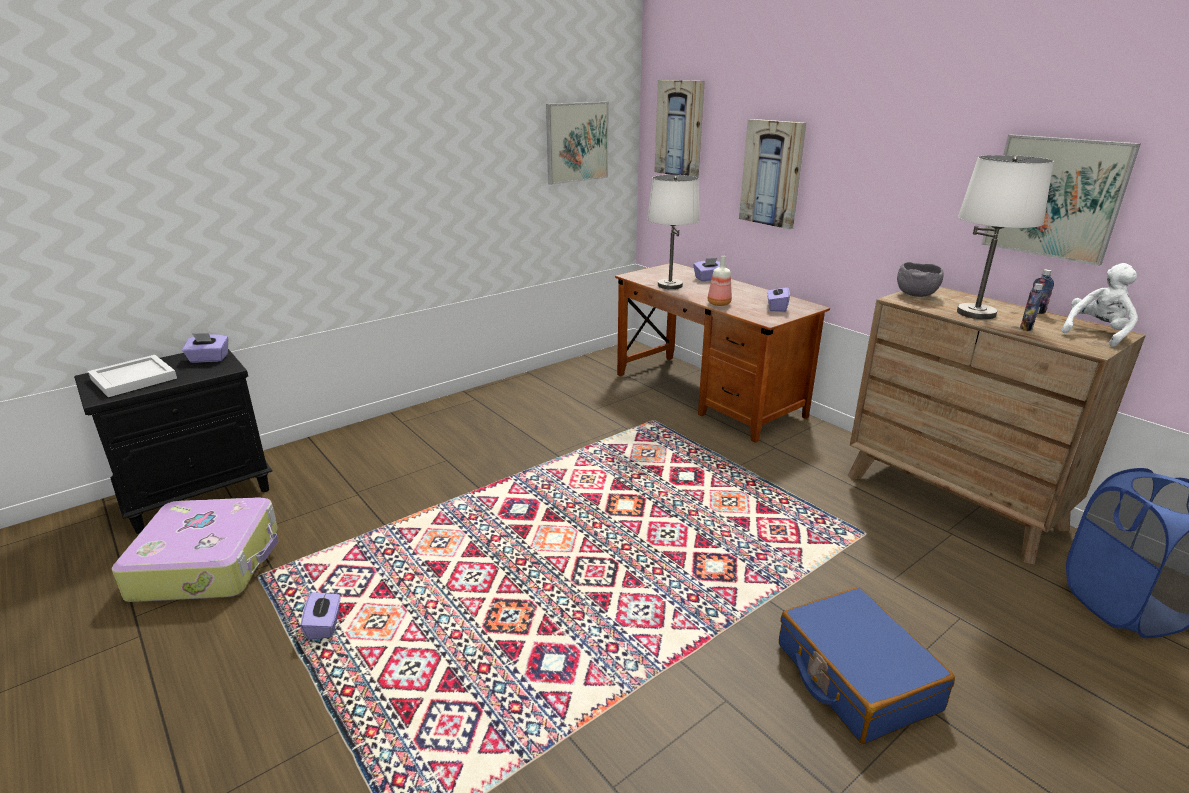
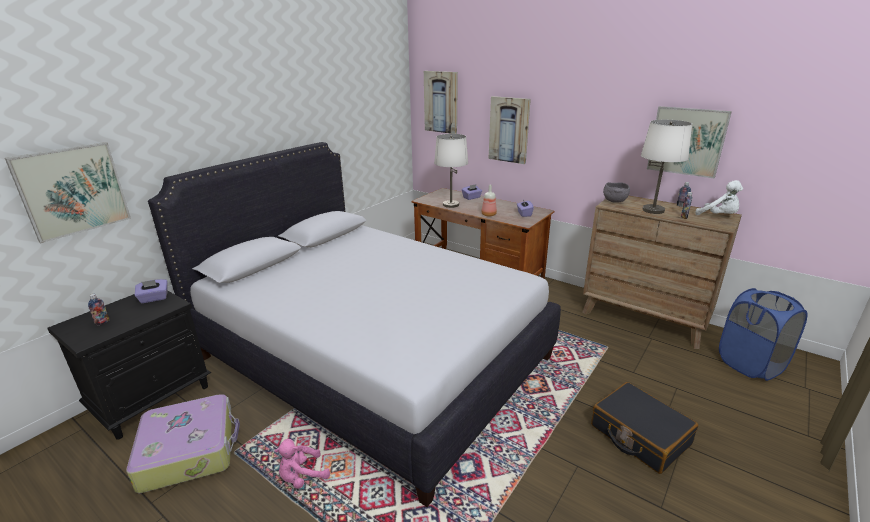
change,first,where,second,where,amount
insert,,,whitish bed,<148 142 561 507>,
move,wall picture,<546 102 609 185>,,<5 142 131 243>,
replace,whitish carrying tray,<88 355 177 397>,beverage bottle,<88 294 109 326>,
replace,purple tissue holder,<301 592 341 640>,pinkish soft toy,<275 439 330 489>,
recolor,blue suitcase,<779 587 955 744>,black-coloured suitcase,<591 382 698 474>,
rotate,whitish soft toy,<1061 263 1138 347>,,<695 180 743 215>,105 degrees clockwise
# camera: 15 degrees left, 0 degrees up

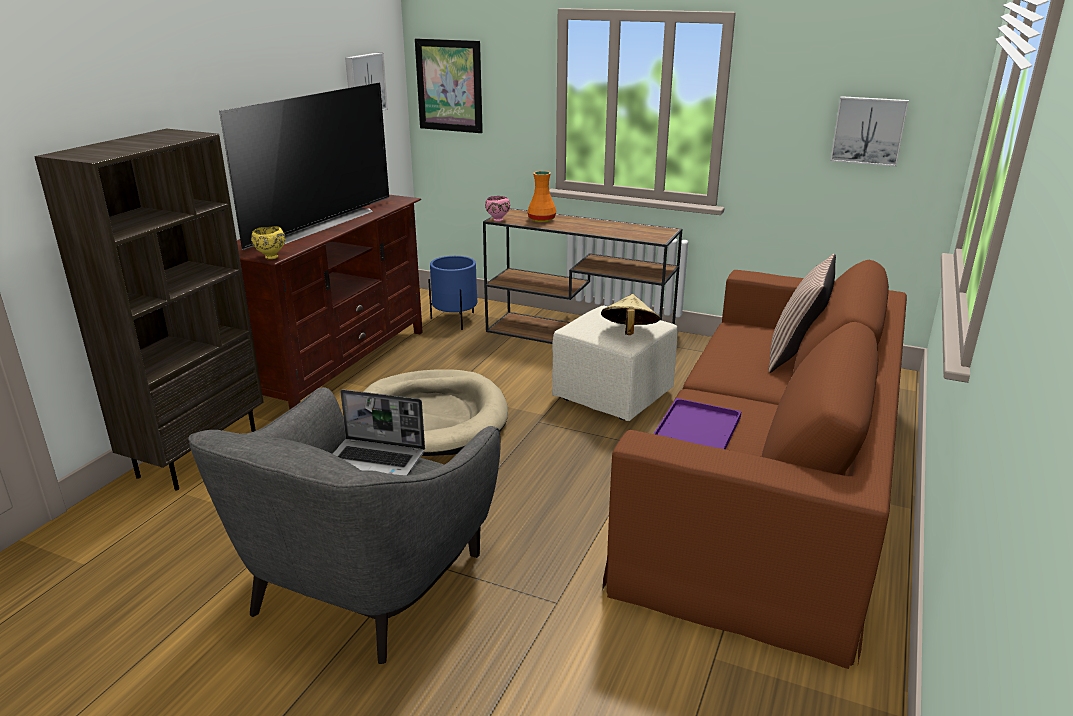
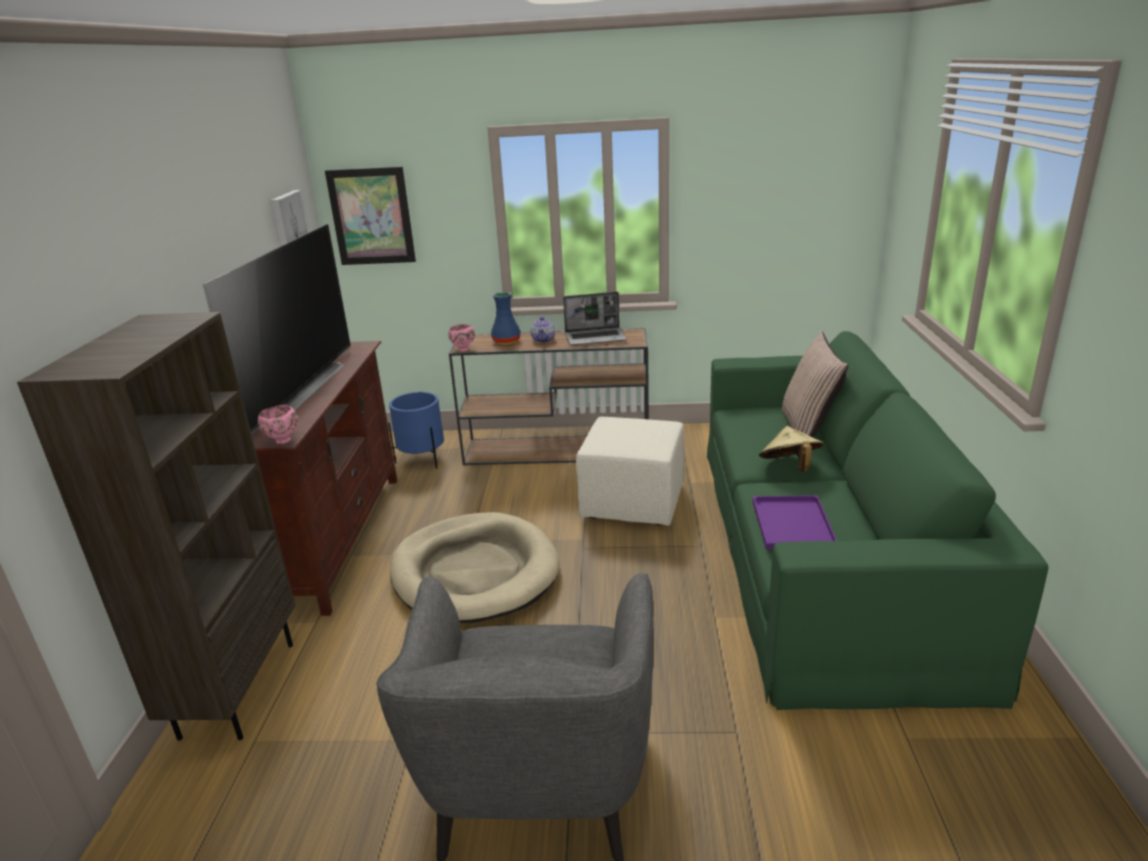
change,first,where,second,where,amount
delete,wall picture,<830 96 909 167>,,,
insert,,,teapot,<530 316 555 343>,
move,laptop,<333 390 425 475>,,<563 292 627 345>,
move,beige-coloured hat,<601 294 661 335>,,<759 426 824 472>,
recolor,yellow-coloured serving bowl,<251 226 286 259>,pinkish serving bowl,<258 404 298 444>,
recolor,orange-coloured vase,<527 171 556 222>,blue vase,<491 292 521 345>,
recolor,brown-coloured settee,<602 260 907 669>,green settee,<707 331 1048 710>,
# camera: 20 degrees left, 0 degrees up

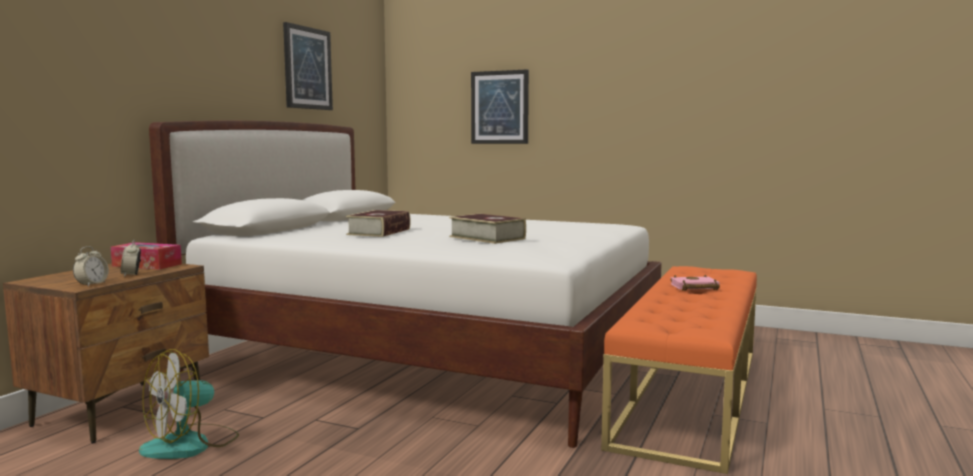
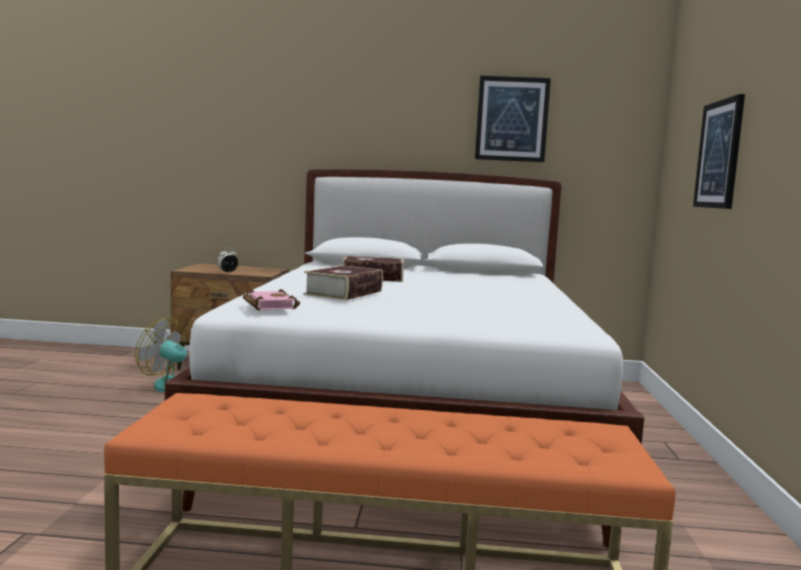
change,first,where,second,where,amount
delete,table clock,<73 246 109 286>,,,
delete,tissue holder,<111 242 182 270>,,,
move,pinkish book,<670 275 720 291>,,<243 289 300 310>,
# camera: 70 degrees right, 0 degrees up

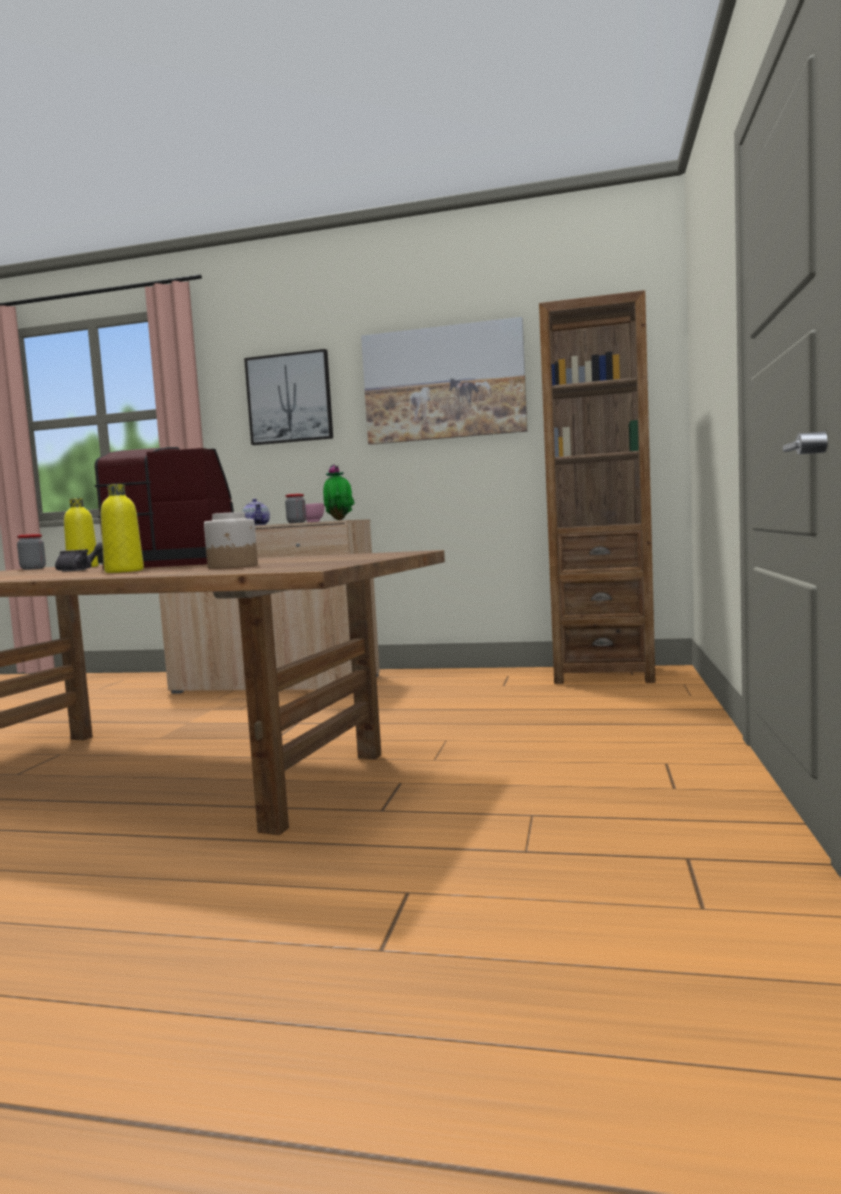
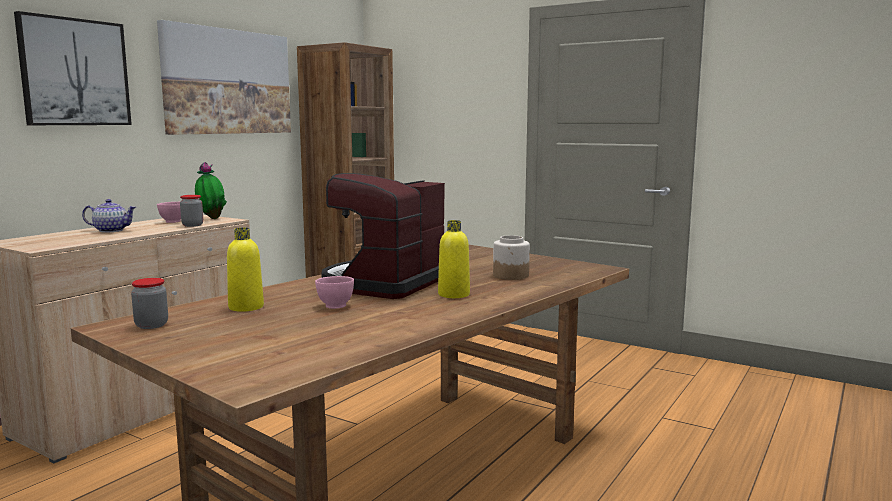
change,first,where,second,where,amount
replace,grey teapot,<55 542 103 572>,pinkish serving bowl,<315 276 354 309>,
# camera: 70 degrees left, 5 degrees up

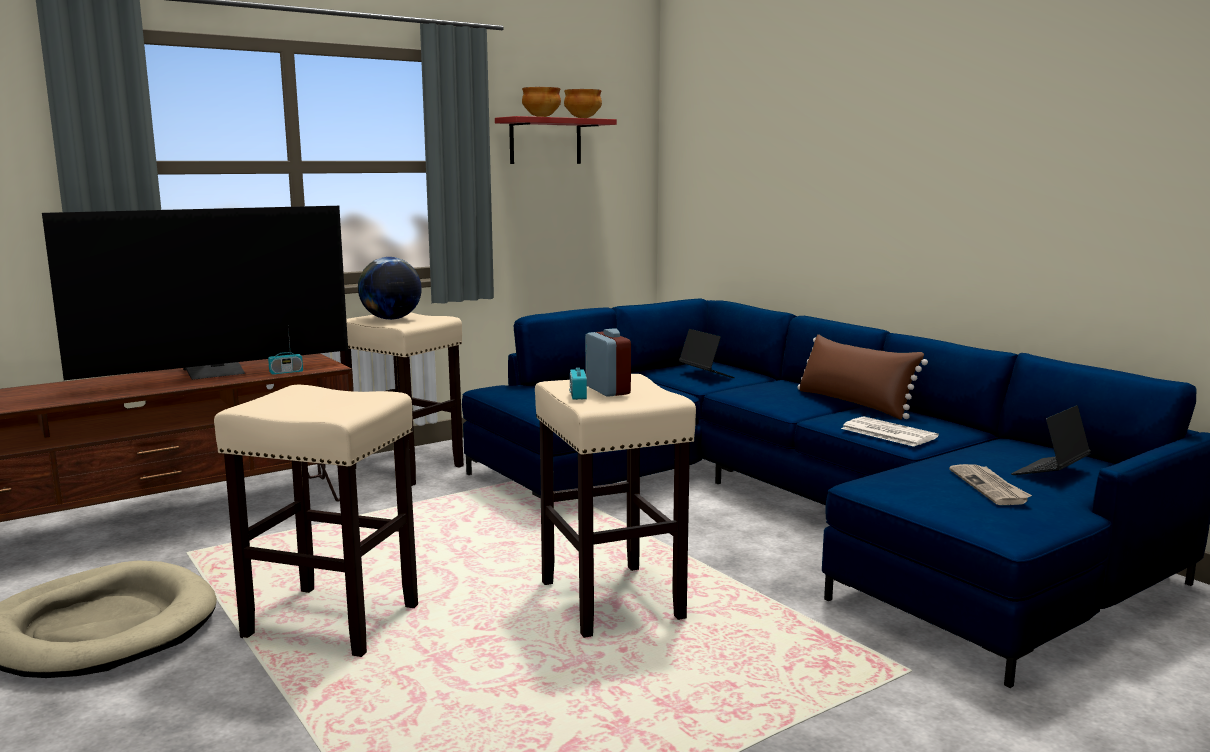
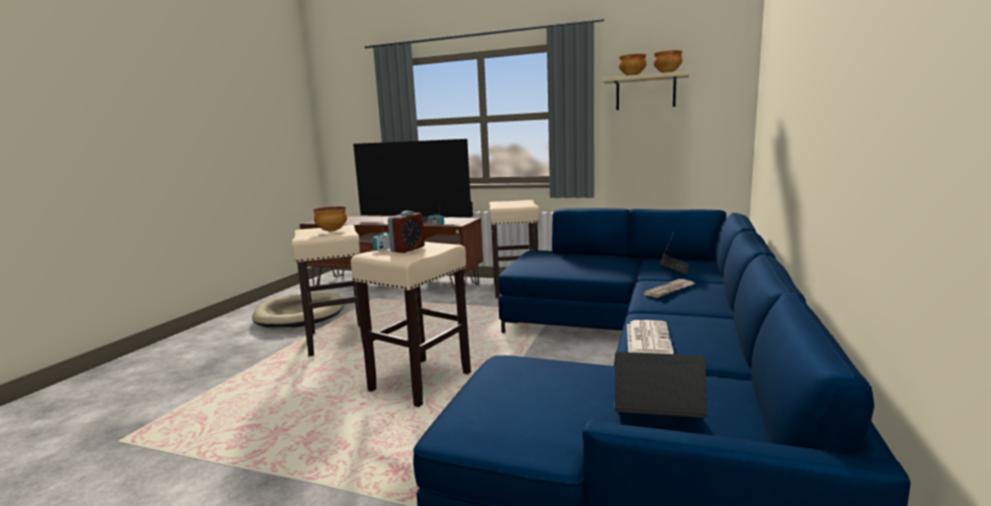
change,first,where,second,where,amount
delete,world globe,<358 257 422 320>,,,
delete,brown-coloured pillow,<797 334 928 420>,,,
insert,,,serving bowl,<313 207 347 231>,
move,daily paper,<949 464 1032 505>,,<643 279 696 298>,
recolor,red-coloured wall shelf,<495 116 617 164>,beige-coloured wall shelf,<602 71 689 110>,
# camera: 55 degrees right, 0 degrees up

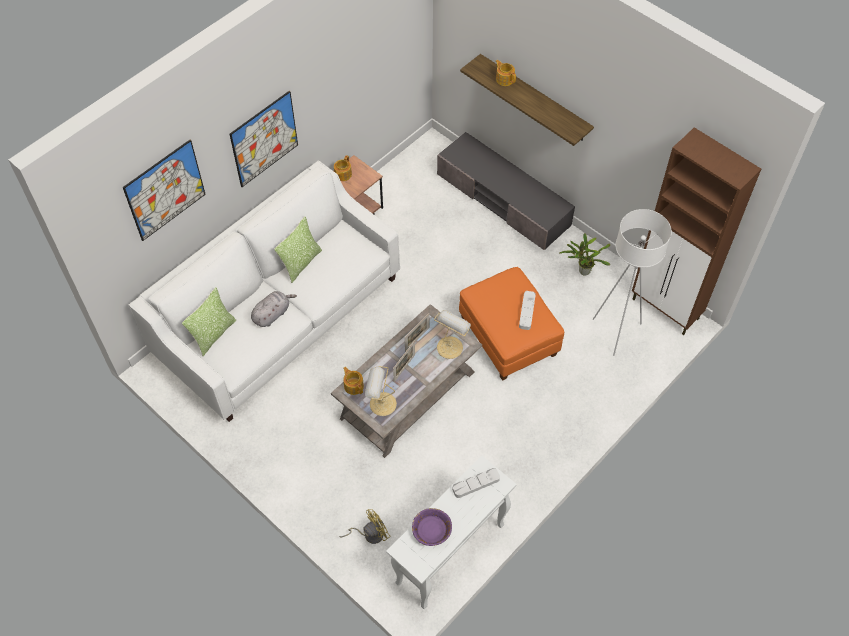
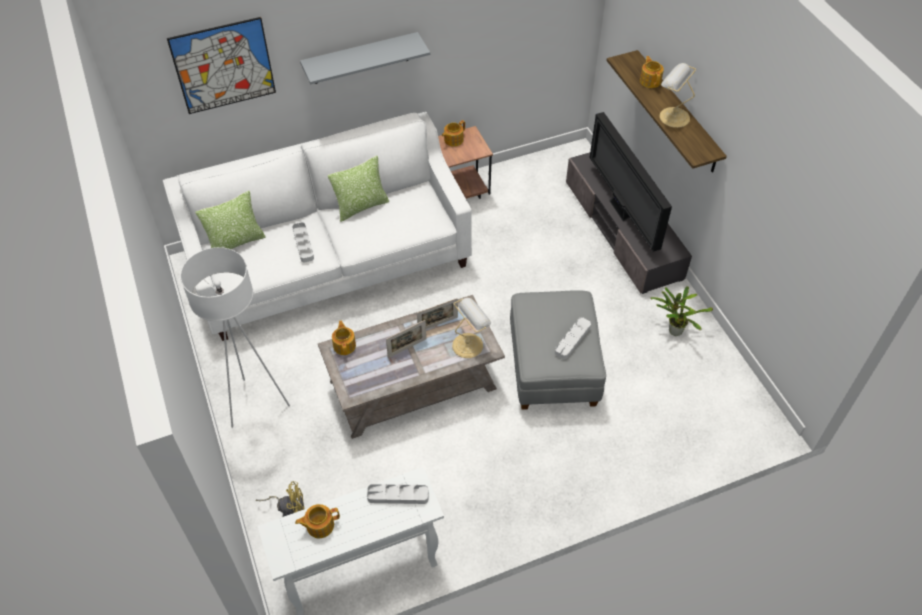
change,first,where,second,where,amount
delete,brown-coloured cabinet,<632 127 761 335>,,,
insert,,,TV set,<589 112 672 252>,
move,table lamp,<365 366 397 416>,,<660 63 696 128>,
move,whitish floor lamp,<593 209 672 356>,,<180 247 290 428>,
replace,wall picture,<229 91 298 187>,grey wall shelf,<300 32 430 84>,
replace,grey soft toy,<251 291 297 327>,grey carrying tray,<292 222 314 262>,
replace,purple serving bowl,<412 508 452 546>,teapot,<295 504 340 538>,
recolor,orange-coloured footrest,<459 267 564 381>,grey footrest,<510 290 606 410>,
# camera: 25 degrees right, 5 degrees down

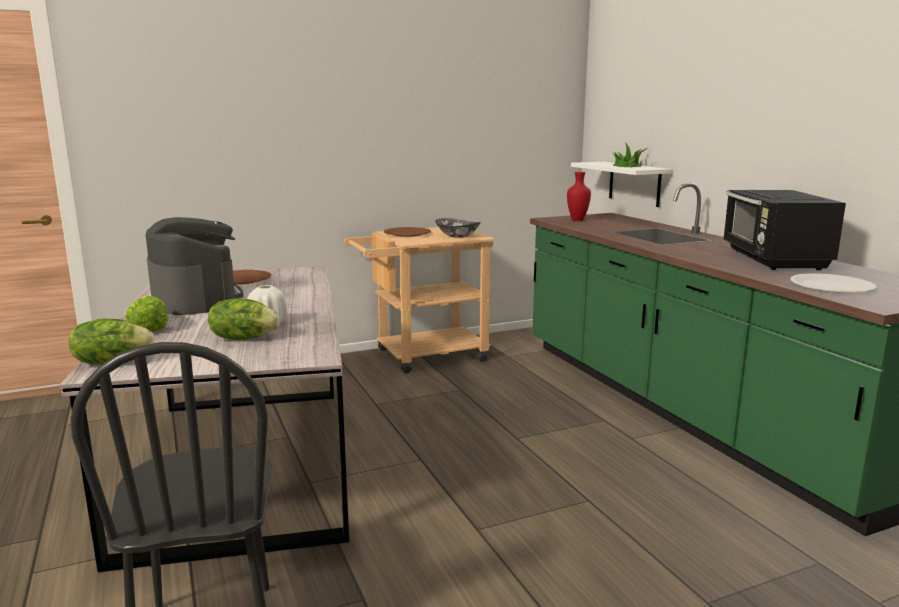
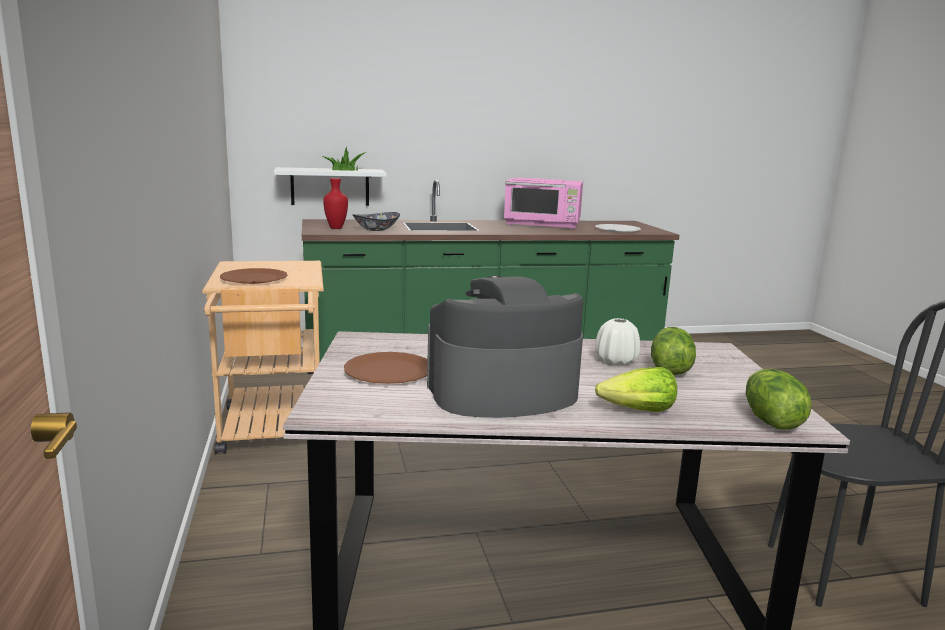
change,first,where,second,where,amount
move,serving bowl,<435 218 481 238>,,<352 212 400 231>,
recolor,black-coloured microwave oven,<723 190 846 270>,pinkish microwave oven,<504 177 583 229>,
# camera: 80 degrees left, 0 degrees up

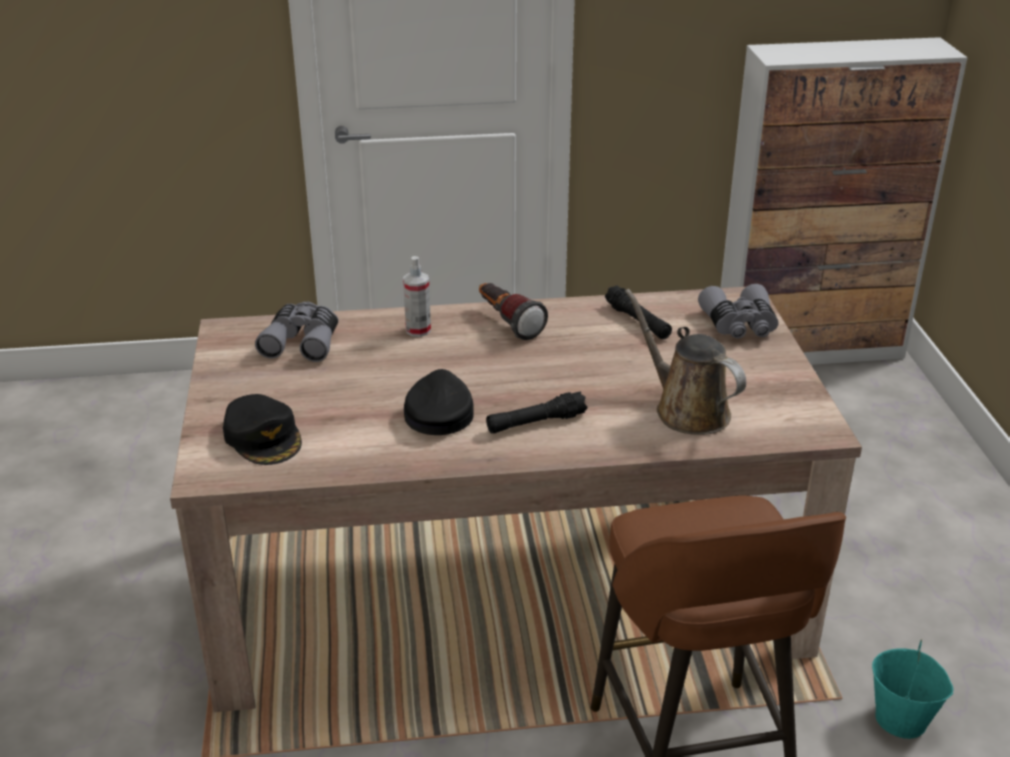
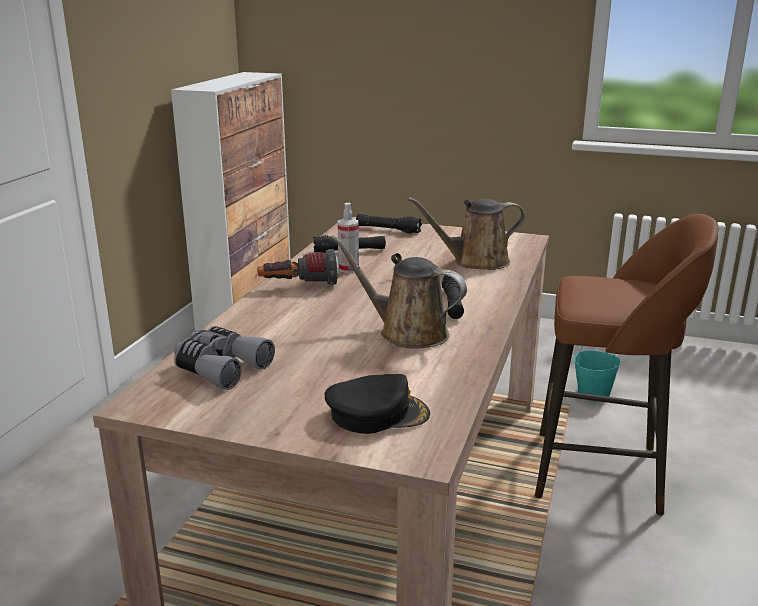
change,first,where,second,where,amount
move,hand sprayer,<403 256 431 337>,,<337 203 359 273>,
replace,black-coloured peaked cap,<404 369 474 435>,brown-coloured watering pot,<331 235 467 348>,
replace,grey pair of binoculars,<698 284 779 339>,black-coloured hand torch,<356 214 422 234>,
# camera: 65 degrees left, 10 degrees down

